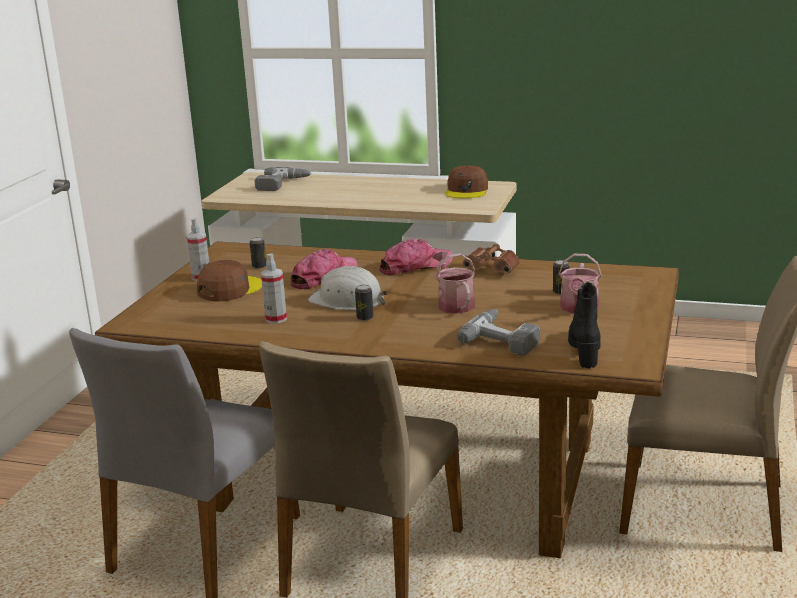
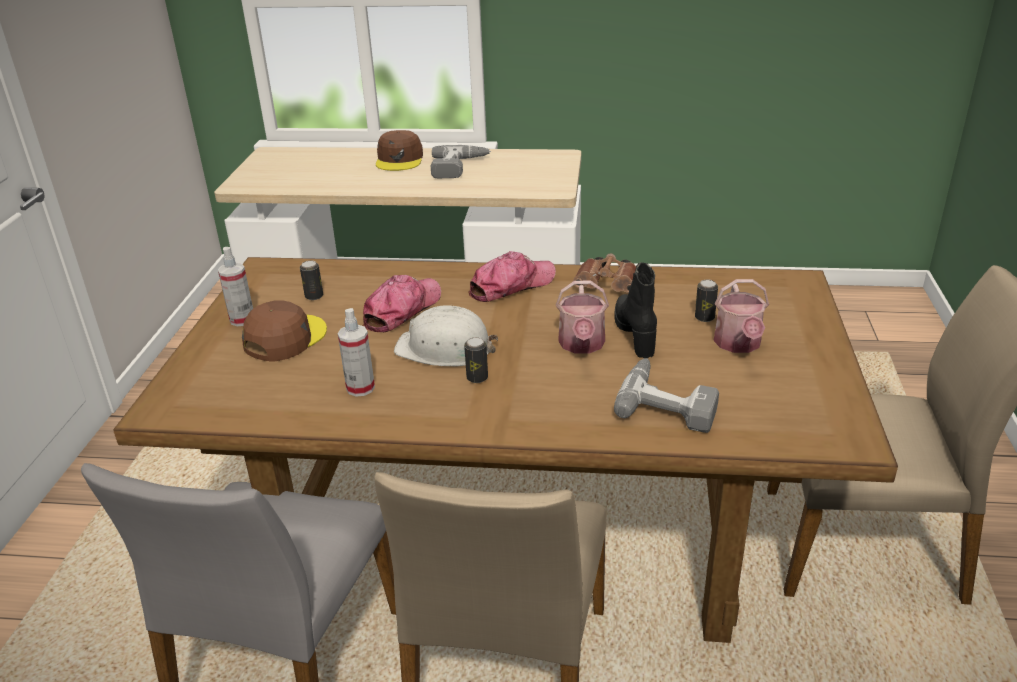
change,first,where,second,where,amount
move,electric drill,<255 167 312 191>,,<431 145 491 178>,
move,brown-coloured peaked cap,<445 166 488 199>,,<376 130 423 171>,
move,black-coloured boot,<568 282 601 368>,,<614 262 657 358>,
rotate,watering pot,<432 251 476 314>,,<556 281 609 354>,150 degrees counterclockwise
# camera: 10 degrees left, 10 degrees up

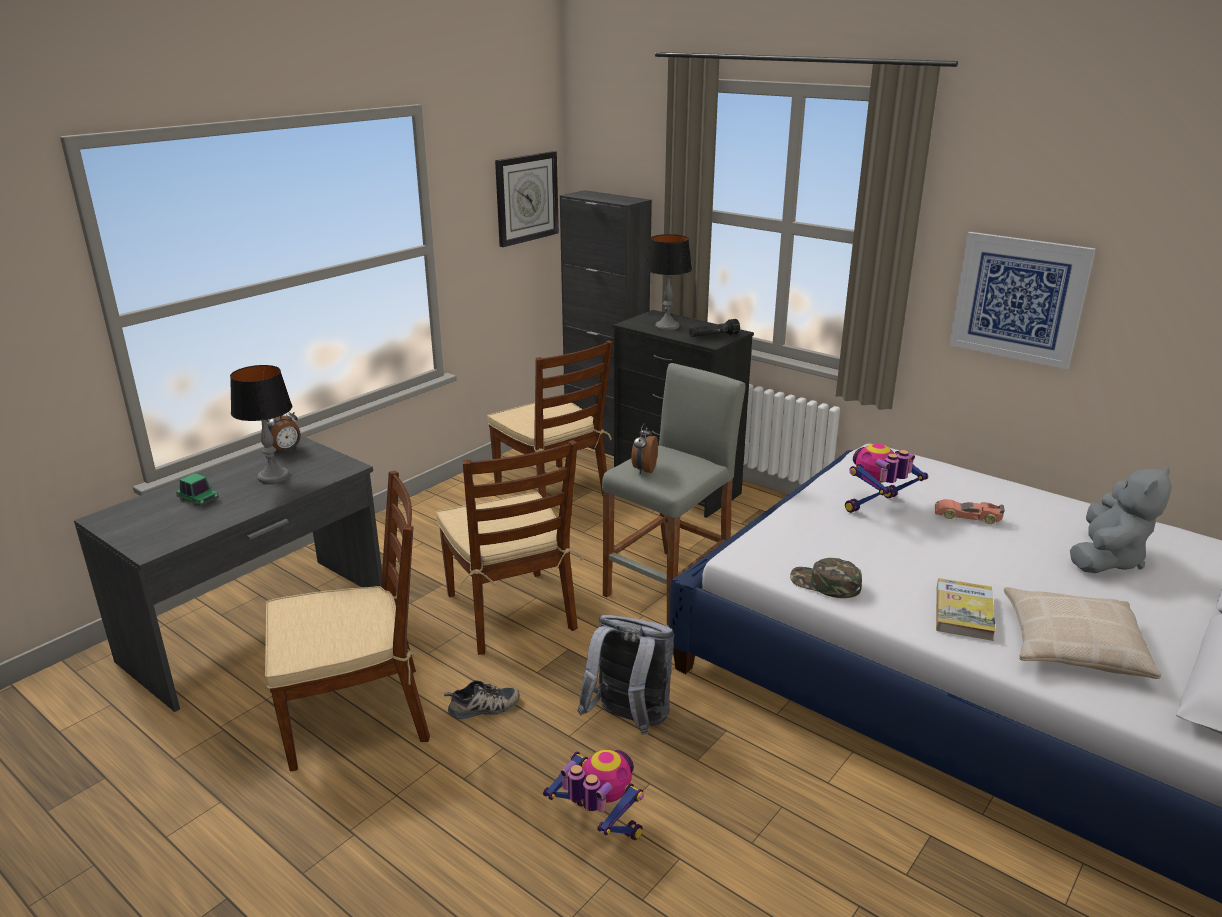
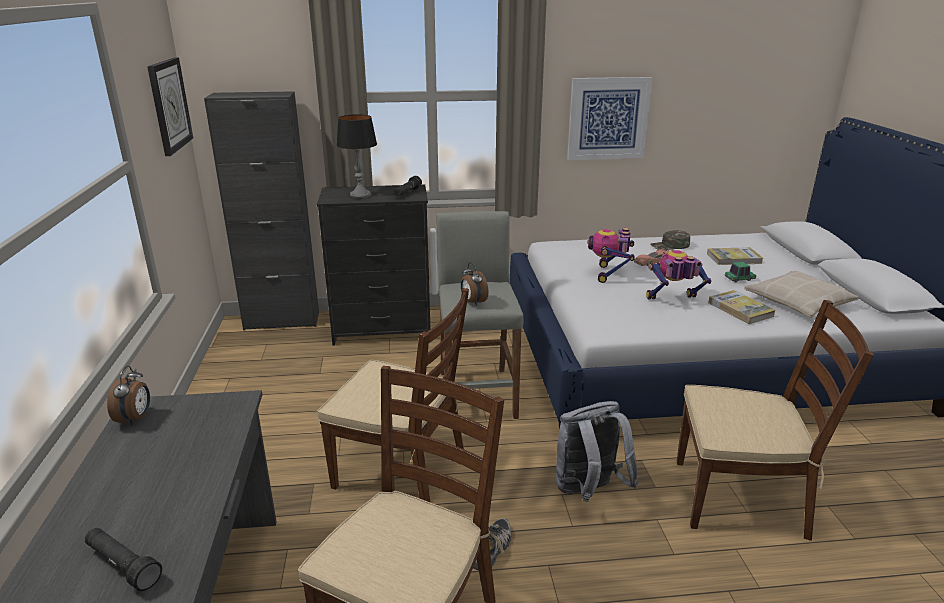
change,first,where,second,where,amount
delete,table lamp,<230 365 292 484>,,,
insert,,,black-coloured hand torch,<85 528 162 591>,
move,toy car,<176 473 219 506>,,<724 262 756 282>,
move,brown-coloured upright chair,<487 340 613 498>,,<677 300 873 541>,
move,robot figure,<543 750 644 841>,,<646 250 711 300>,
move,green peaked cap,<790 558 862 598>,,<650 230 690 250>,
replace,grey soft toy,<1070 467 1172 573>,book,<707 247 763 265>,
# camera: 45 degrees left, 0 degrees up

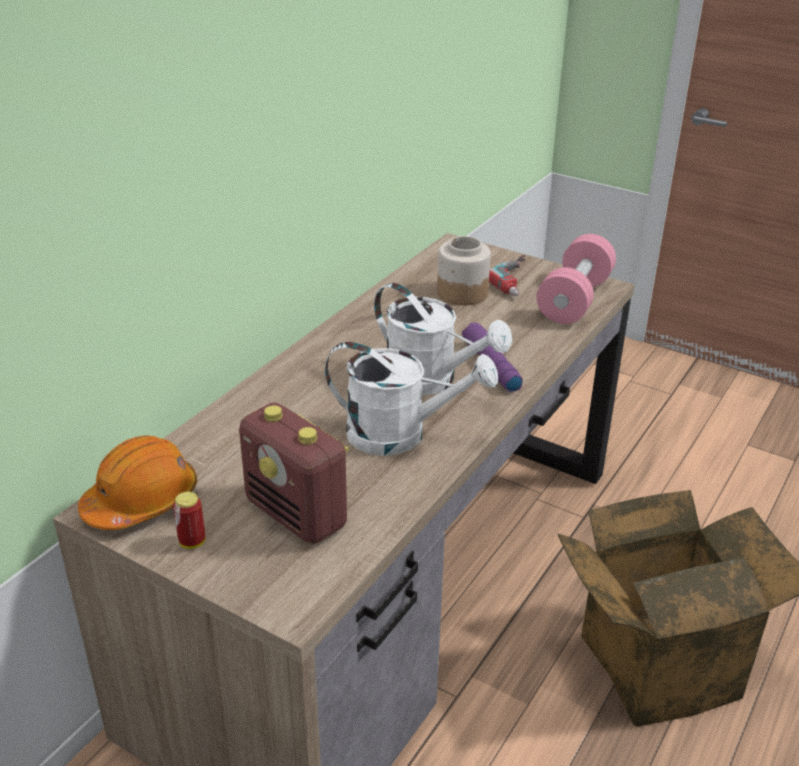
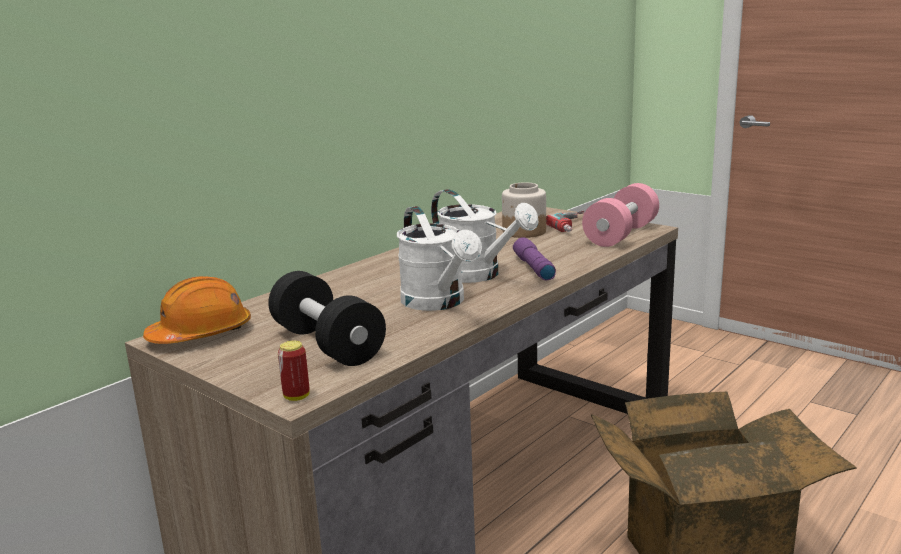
change,first,where,second,where,amount
move,can,<173 492 205 549>,,<278 341 310 401>,
replace,radio,<239 402 349 544>,black-coloured free weight,<268 271 386 366>,
rotate,whitish watering pot,<325 342 498 456>,,<397 206 482 311>,45 degrees clockwise
# camera: 10 degrees right, 15 degrees down

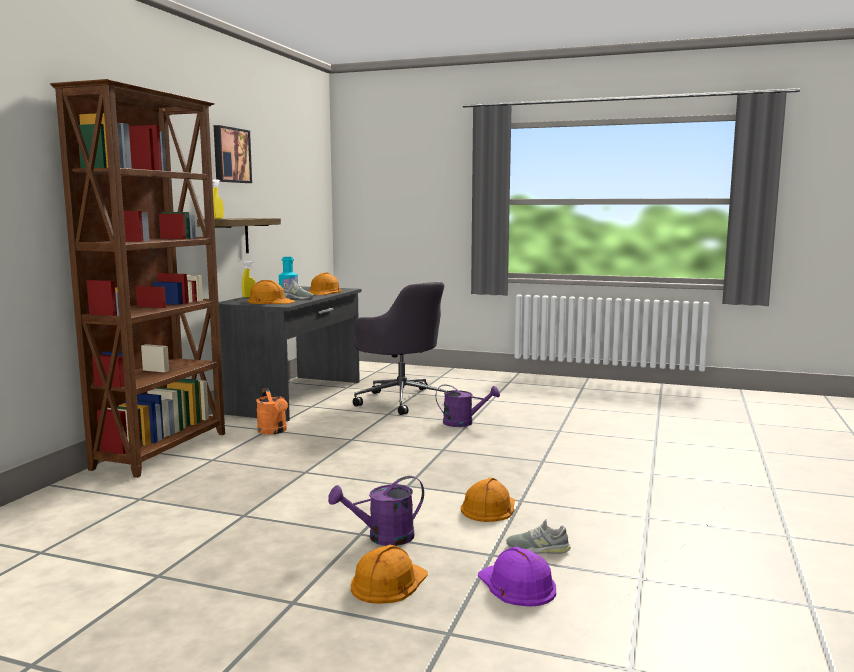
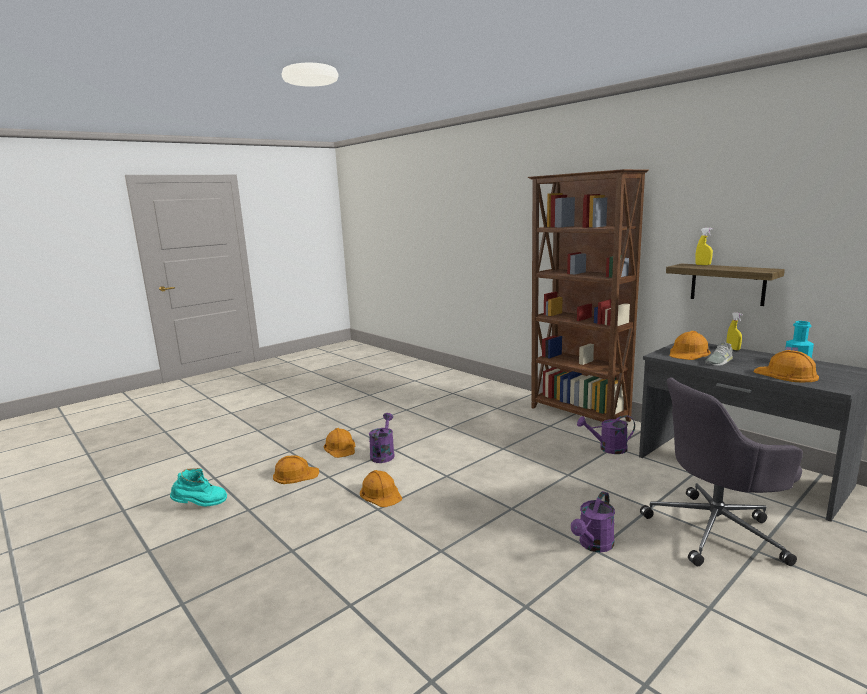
change,first,where,second,where,amount
delete,wall picture,<214 125 252 183>,,,
delete,grey item of footwear,<506 519 571 554>,,,
insert,,,turquoise boot,<170 468 227 507>,
recolor,orange-coloured watering pot,<256 388 288 435>,purple watering pot,<577 415 635 454>,
recolor,purple safety helmet,<478 547 556 607>,orange-coloured safety helmet,<273 455 319 484>,
# camera: 120 degrees right, 5 degrees up

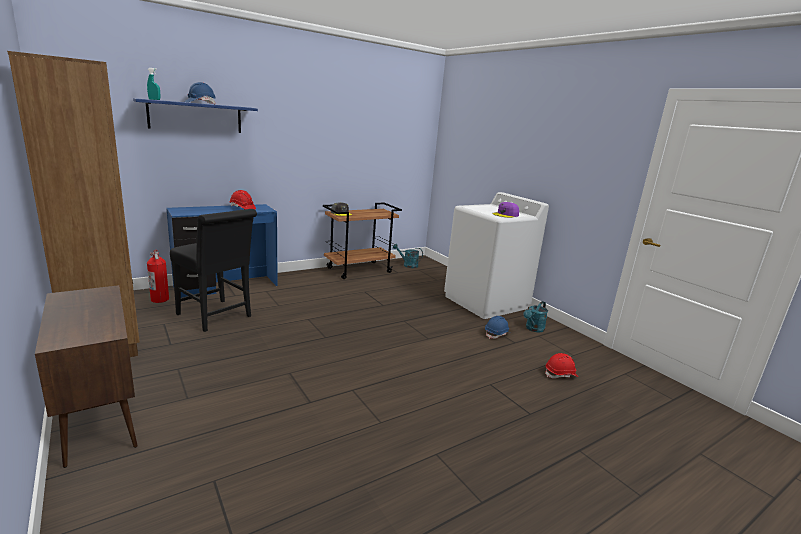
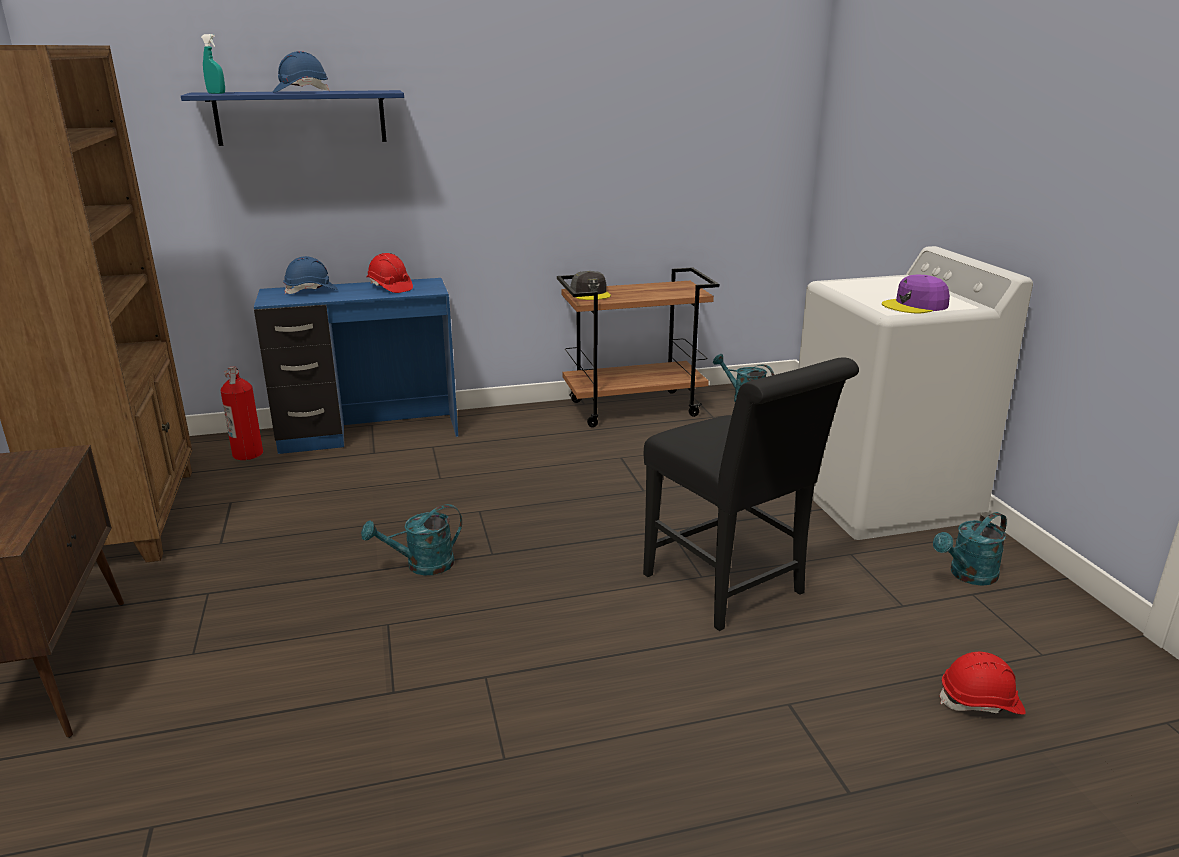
change,first,where,second,where,amount
insert,,,turquoise watering pot,<361 504 462 575>,
move,black-coloured upright chair,<170 209 257 332>,,<643 357 859 631>,
move,blue safety helmet,<485 316 510 339>,,<283 256 337 294>,
# camera: 20 degrees right, 5 degrees up

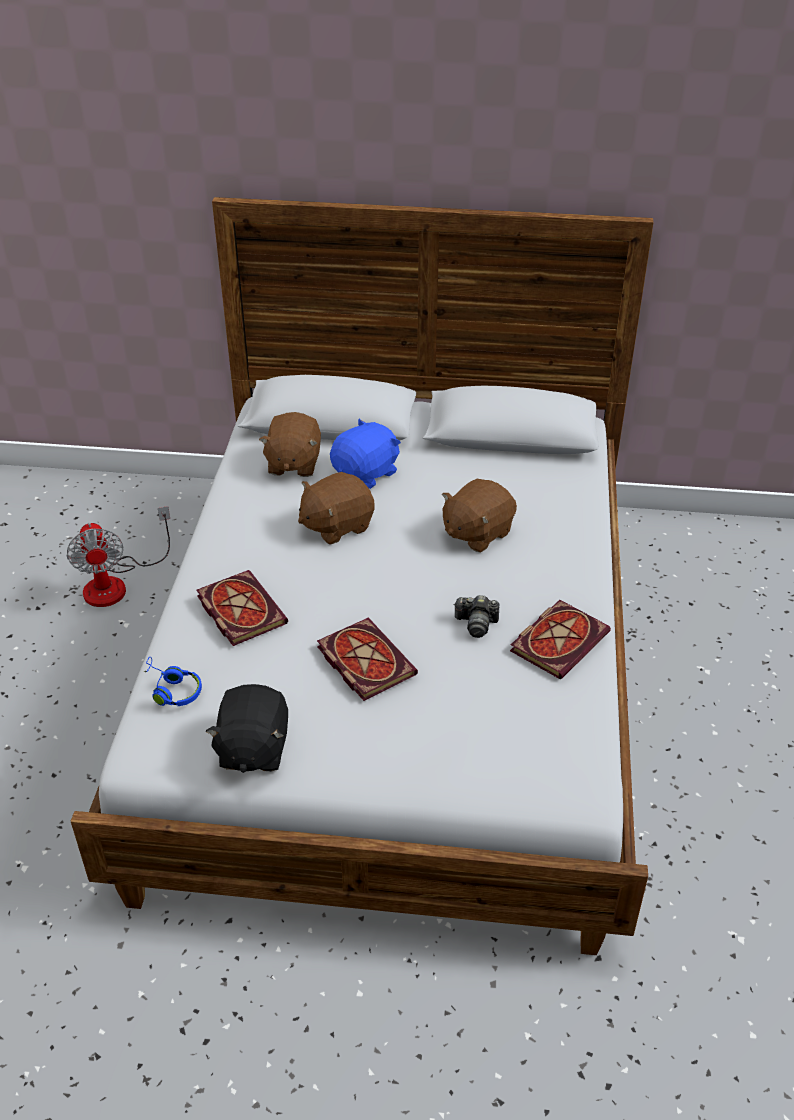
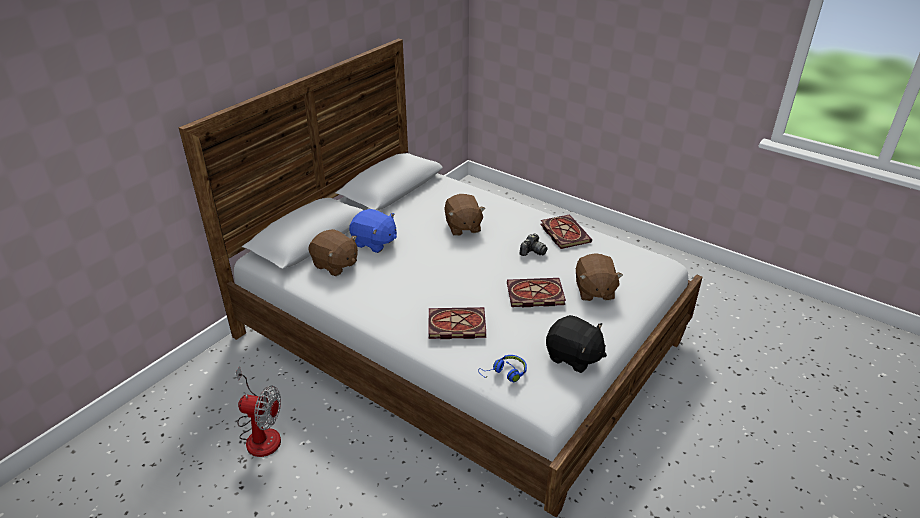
change,first,where,second,where,amount
move,brown-coloured soft toy,<298 472 374 545>,,<576 253 623 301>,
rotate,blue soft toy,<330 419 401 489>,,<349 209 397 253>,135 degrees clockwise
# camera: 60 degrees left, 5 degrees down

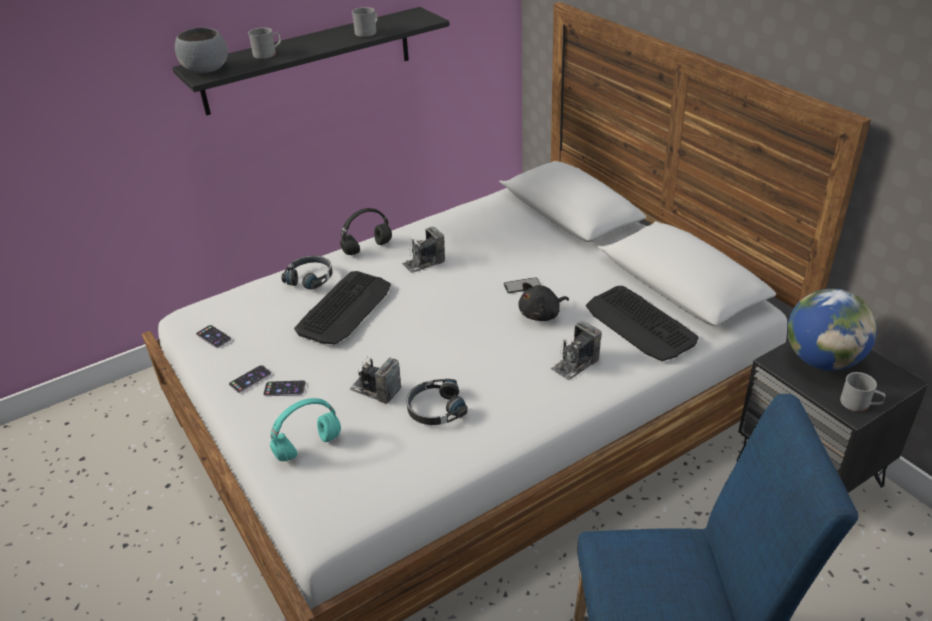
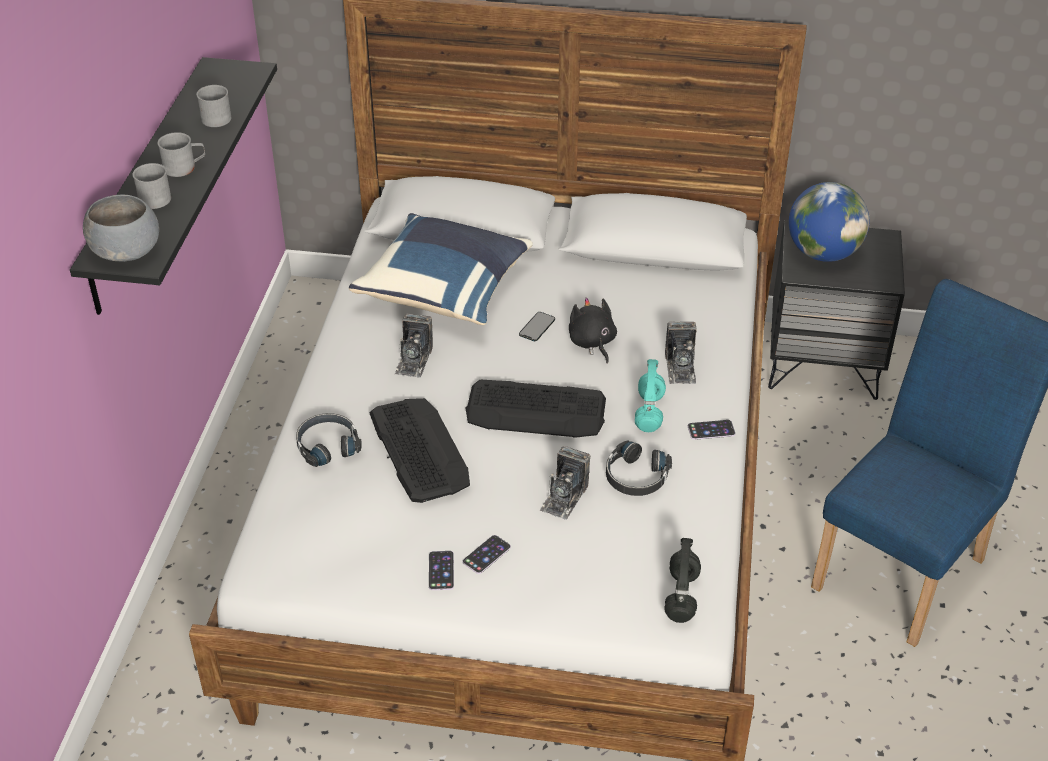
change,first,where,second,where,amount
insert,,,blue pillow,<349 213 533 325>,
move,handset,<196 325 231 348>,,<688 420 735 440>,
move,turquoise headphones,<270 398 341 461>,,<635 359 666 432>,
move,black-coloured headphones,<340 208 392 255>,,<665 538 701 623>,
move,computer keyboard,<586 286 699 361>,,<465 380 606 438>,
move,grey tea mug,<840 372 886 412>,,<158 132 205 177>,
rotate,still camera,<349 357 401 404>,,<540 446 590 520>,45 degrees counterclockwise
rotate,black-coloured soft toy,<518 282 569 321>,,<569 297 617 364>,150 degrees clockwise
# camera: 50 degrees left, 5 degrees up

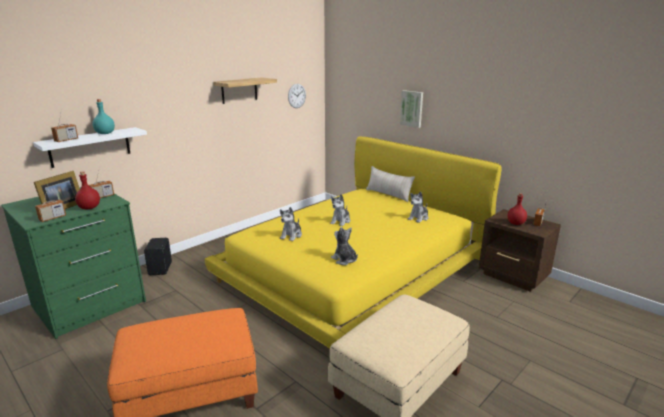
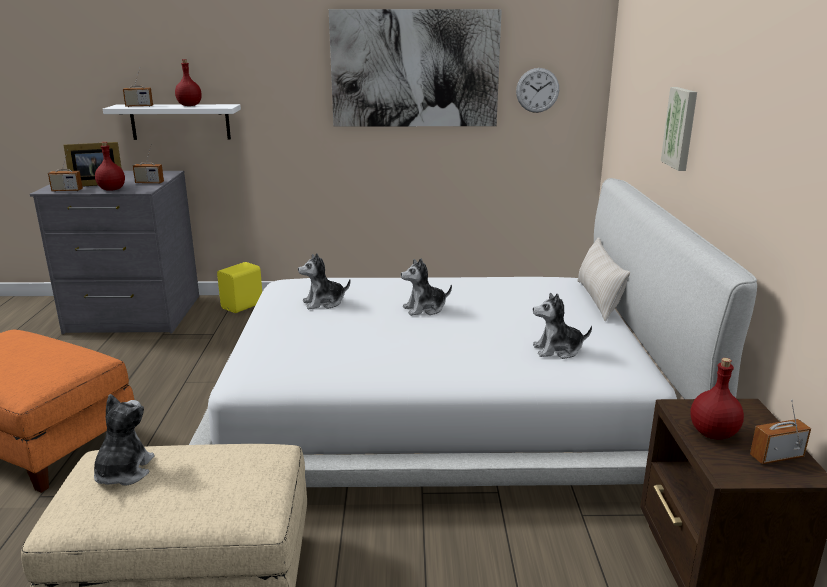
change,first,where,second,where,amount
move,soft toy,<331 227 358 265>,,<94 394 155 485>,
replace,wall shelf,<214 77 277 104>,wall picture,<329 9 502 127>,
recolor,green dresser,<1 187 146 339>,grey dresser,<30 171 199 334>,
recolor,turquoise beverage bottle,<92 99 115 134>,red-coloured beverage bottle,<175 59 202 106>,
recolor,black-coloured loudspeaker,<144 238 172 275>,yellow-coloured loudspeaker,<217 262 262 313>,
recolor,yellow-coloured bed,<204 137 502 350>,whitish bed,<189 178 757 487>,
# camera: 45 degrees right, 0 degrees up

